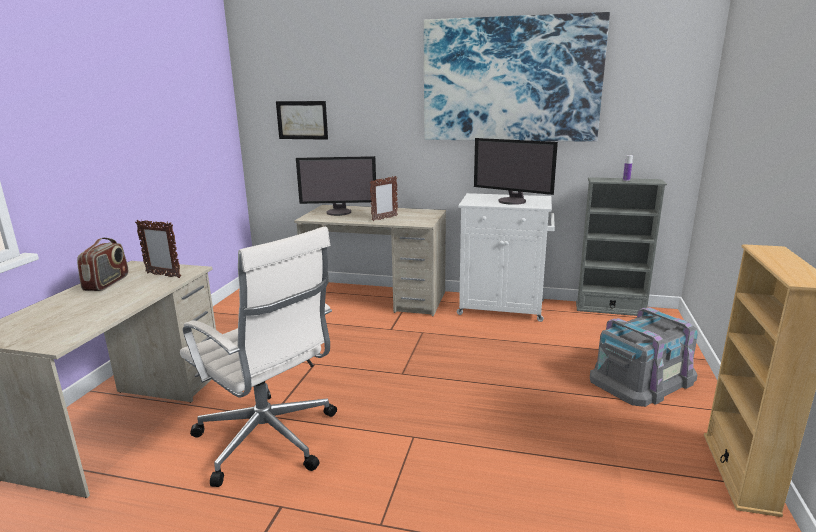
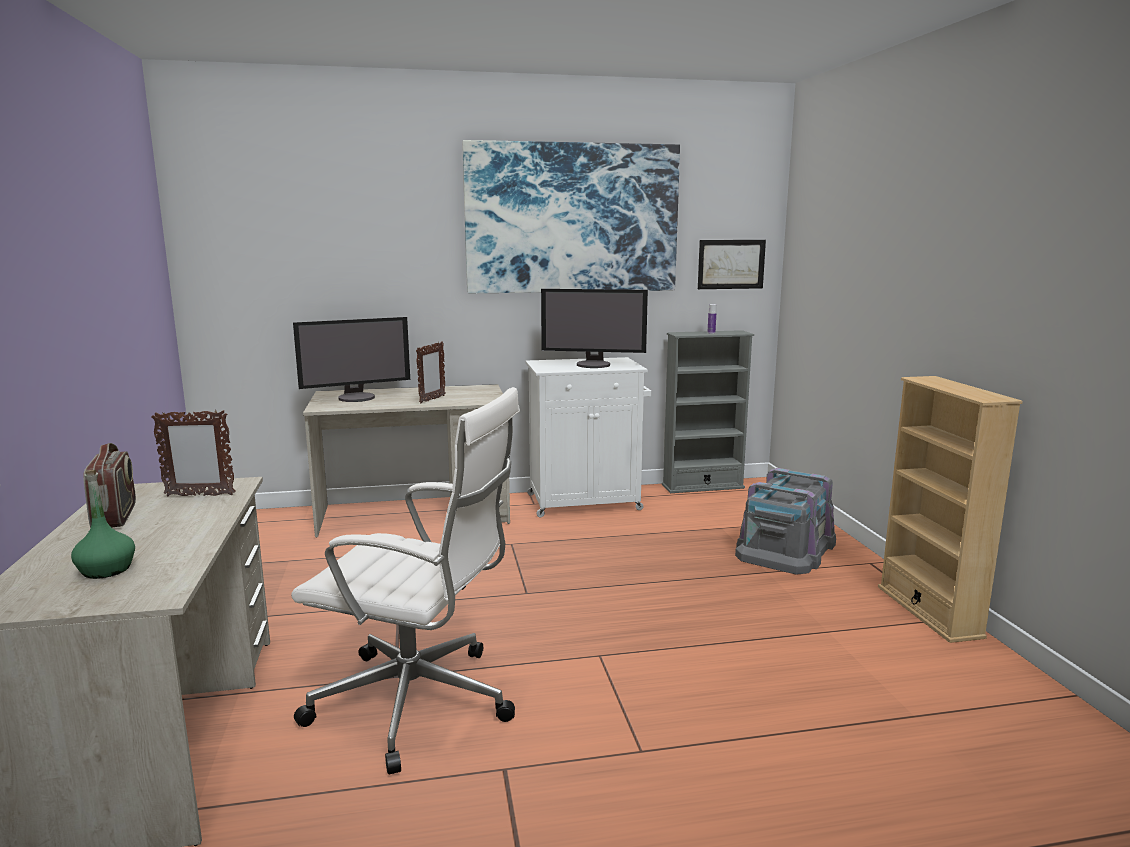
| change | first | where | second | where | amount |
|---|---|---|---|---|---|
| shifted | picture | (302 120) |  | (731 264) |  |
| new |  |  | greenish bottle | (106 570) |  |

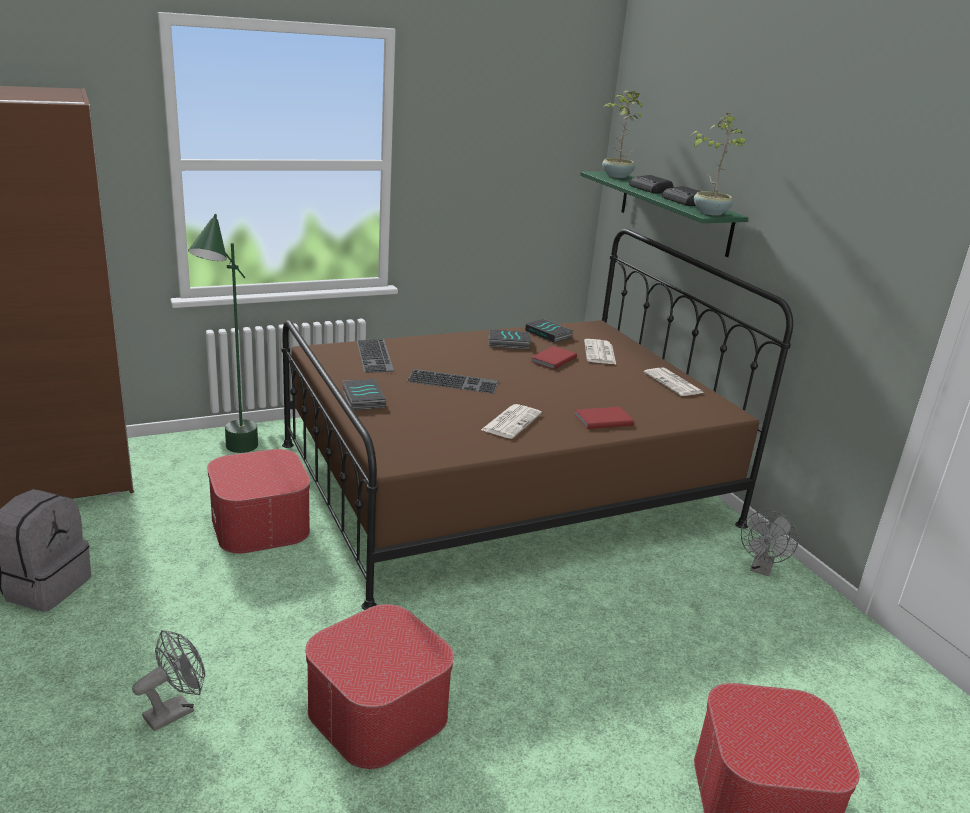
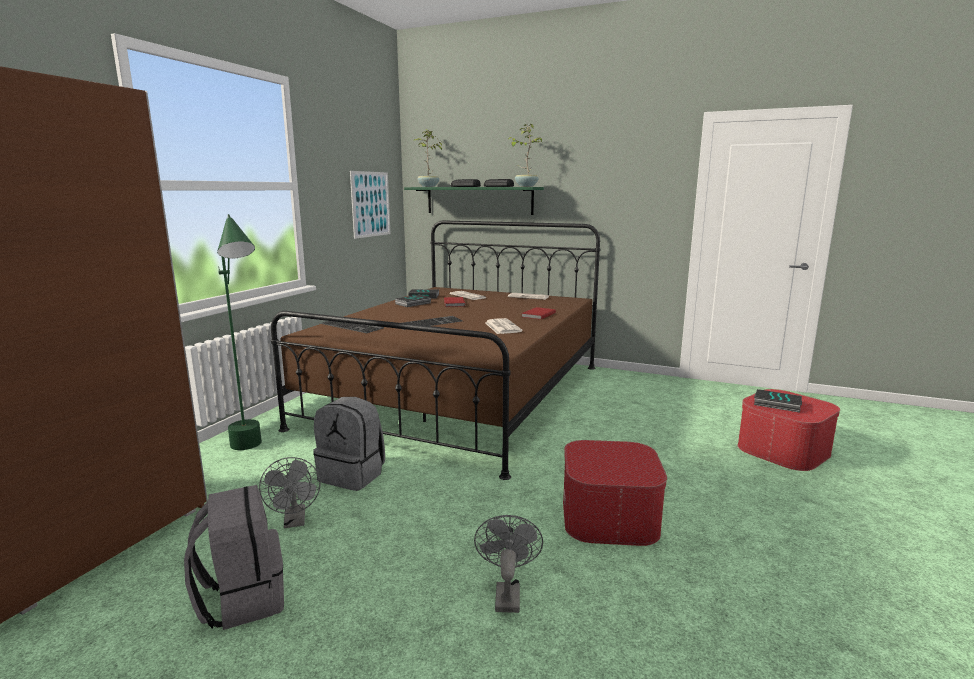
| change | first | where | second | where | amount |
|---|---|---|---|---|---|
| shifted | bound book | (362 398) |  | (776 404) |  |
| swapped | ottoman | (260 524) | greyish rucksack | (353 475) |  |
| shifted | greyish cooling fan | (761 569) |  | (295 521) |  |
| new |  |  | picture | (371 204) |  |

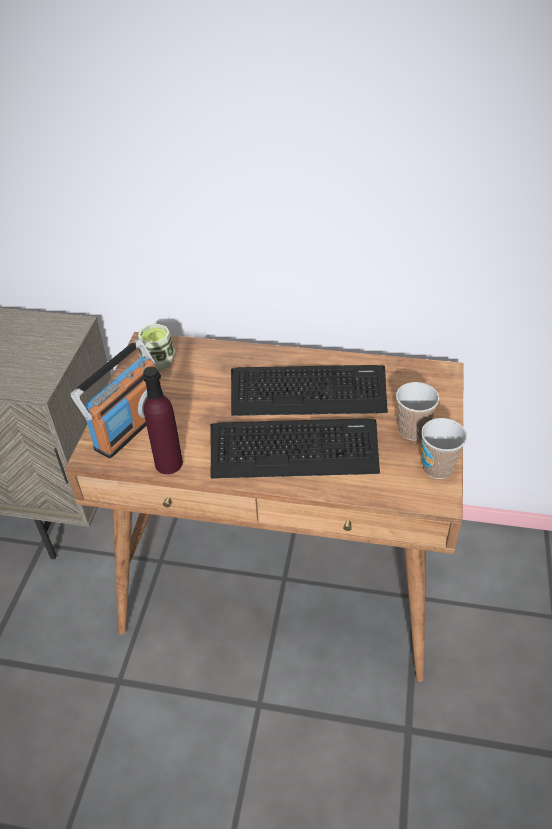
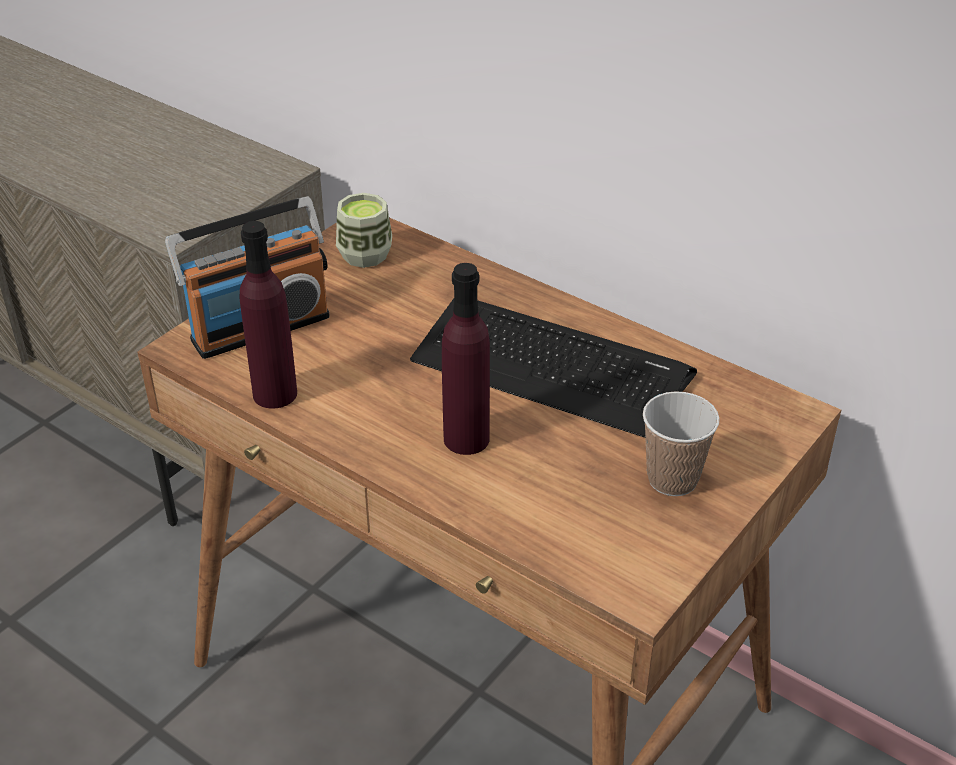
| change | first | where | second | where | amount |
|---|---|---|---|---|---|
| swapped | computer keyboard | (294 449) | purplish bottle | (466 439) |  |
| gone | drinking cup | (437 468) |  |  |  |

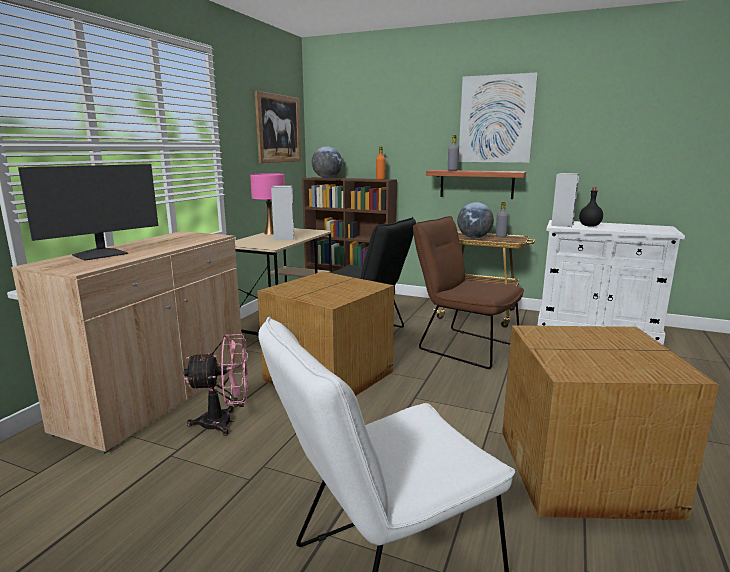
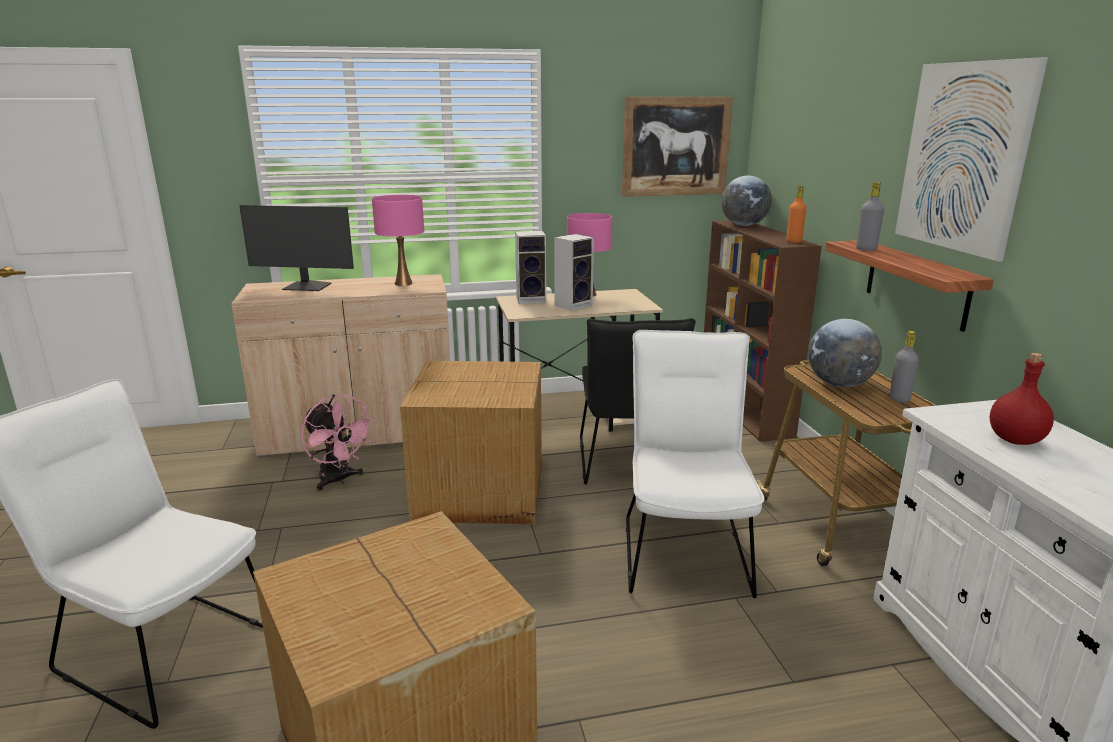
| change | first | where | second | where | amount |
|---|---|---|---|---|---|
| shifted | loudspeaker | (562 224) |  | (532 299) |  |
| repainted | black bottle | (589 226) | reddish bottle | (1015 440) |  |
| repainted | brownish upright chair | (462 346) | whitish upright chair | (684 549) |  |
| new |  |  | pink-coloured tabletop lamp | (403 283) |  |

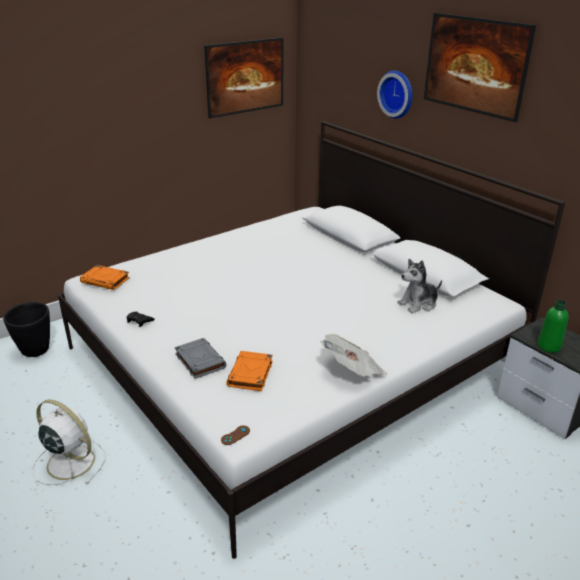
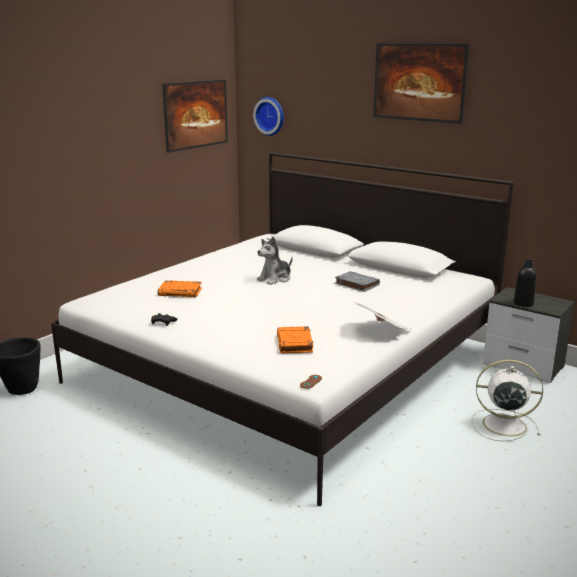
| change | first | where | second | where | amount |
|---|---|---|---|---|---|
| shifted | wall clock | (397 94) |  | (270 116) |  |
| shifted | cuddly toy | (418 304) |  | (275 279) |  |
| shifted | orangey bound book | (106 280) |  | (180 292) |  |
| repainted | greenish bottle | (549 346) | black bottle | (523 303) |  |
| shifted | greyish bound book | (199 361) |  | (356 284) |  |
| shifted | whitish cooling fan | (69 461) |  | (502 425) |  |

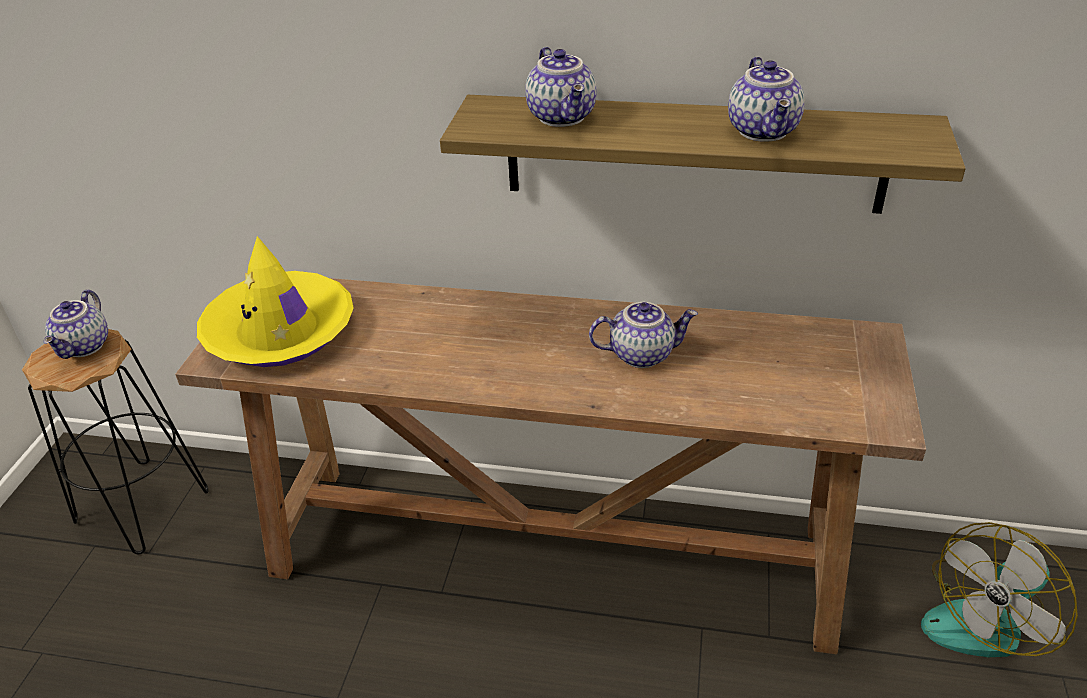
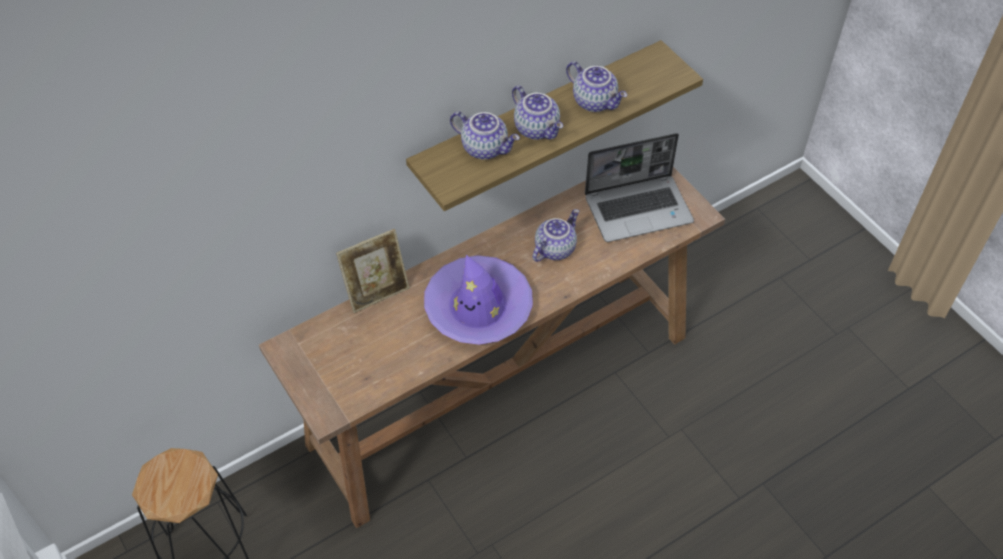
| change | first | where | second | where | amount |
|---|---|---|---|---|---|
| gone | yellowish clothing hat | (280 332) |  |  |  |
| shifted | teapot | (85 347) |  | (537 128) |  |
| gone | cooling fan | (985 618) |  |  |  |
| new |  |  | laptop | (639 208) |  |
| new |  |  | standing frame | (377 292) |  |
| new |  |  | purplish clothing hat | (478 307) |  |

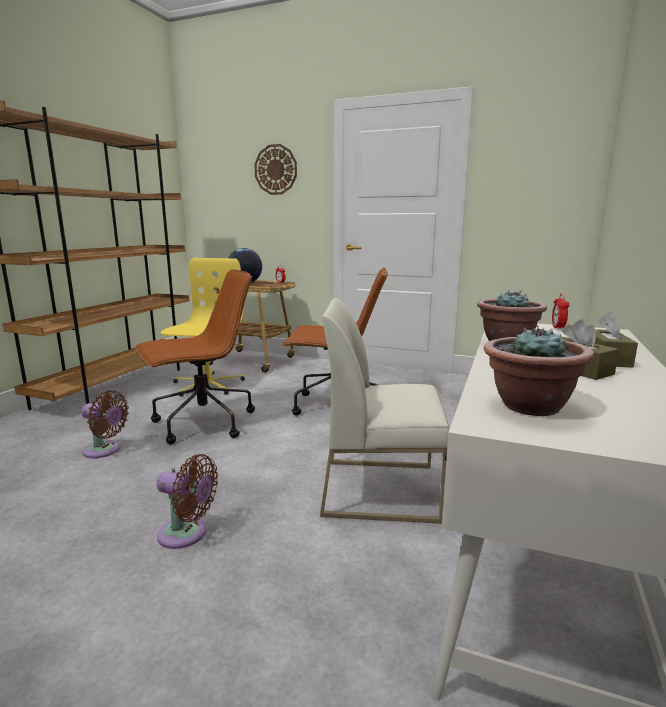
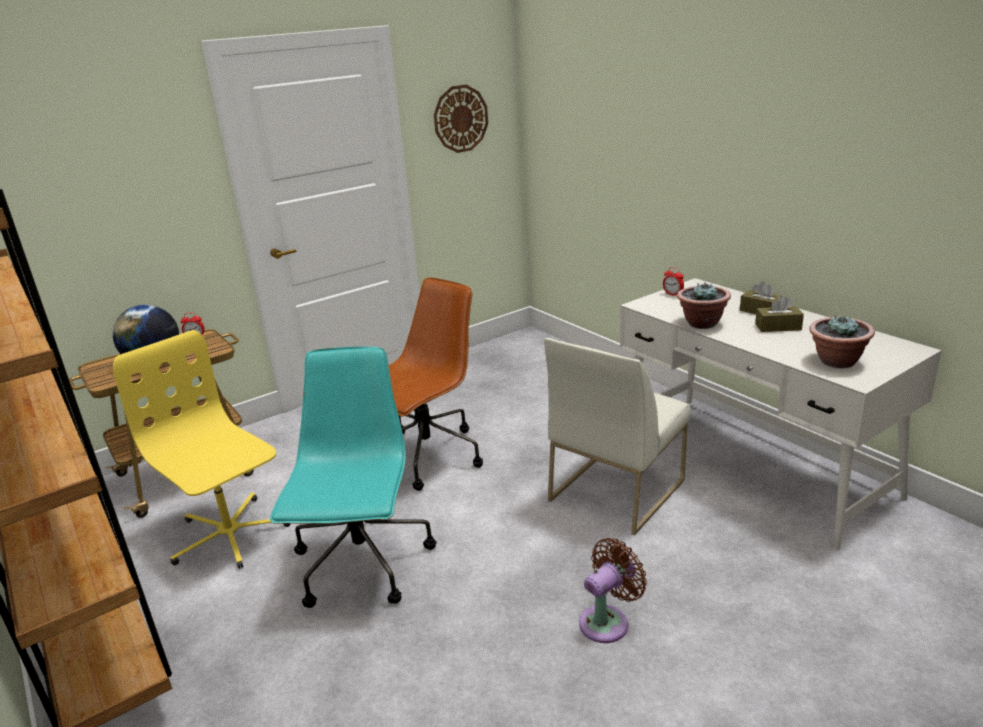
| change | first | where | second | where | amount |
|---|---|---|---|---|---|
| shifted | wall clock | (275 169) |  | (460 119) |  |
| repainted | brownish desk chair | (202 423) | turquoise-coloured desk chair | (363 565) |  |
| gone | brownish cooling fan | (105 450) |  |  |  |

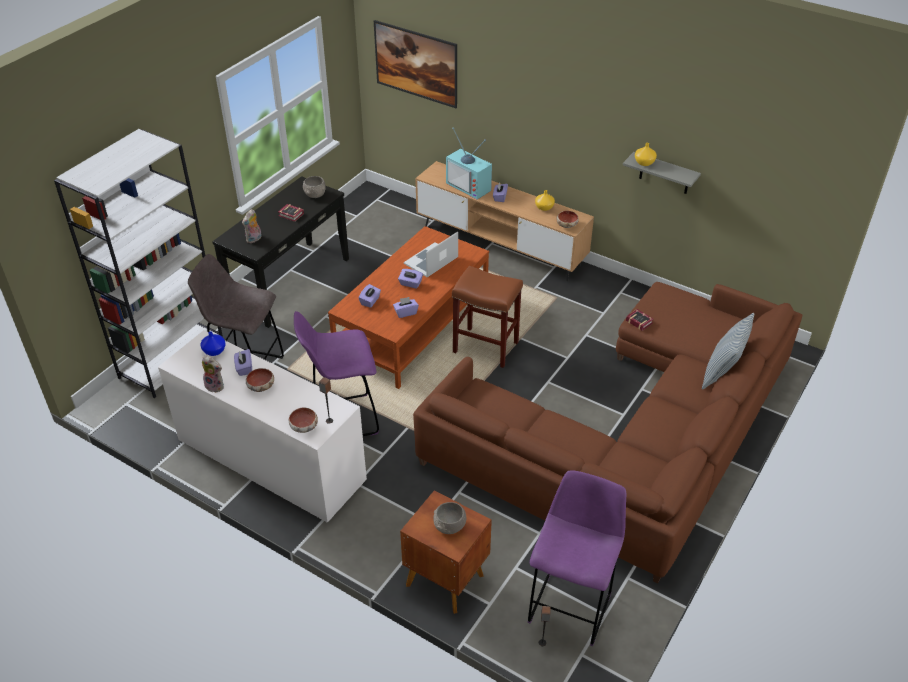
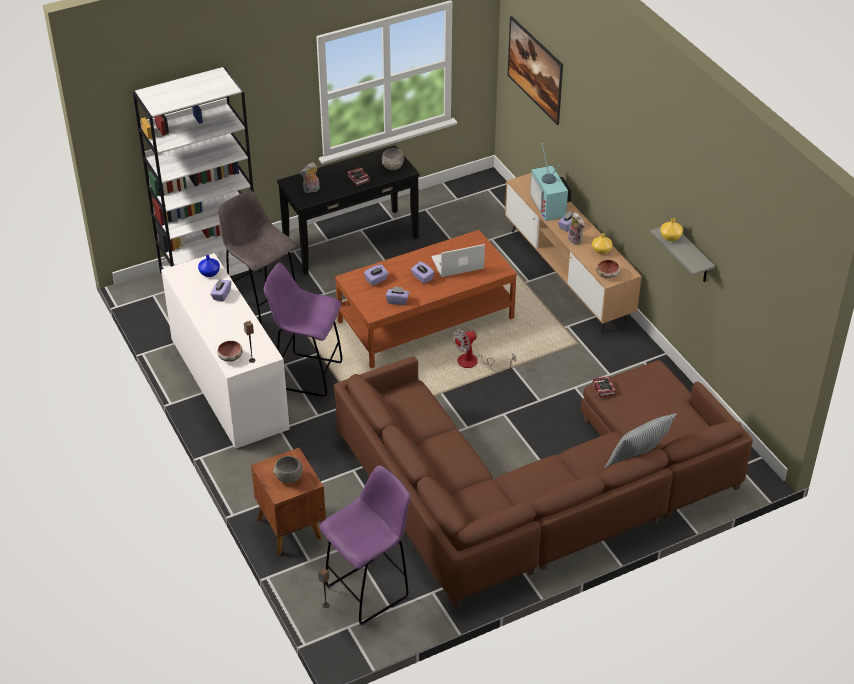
| change | first | where | second | where | amount |
|---|---|---|---|---|---|
| swapped | brownish sitting stool | (486 347) | cooling fan | (475 363) |  |
| shifted | cuddly toy | (216 386) |  | (576 240) |  |
| gone | serving bowl | (261 387) |  |  |  |

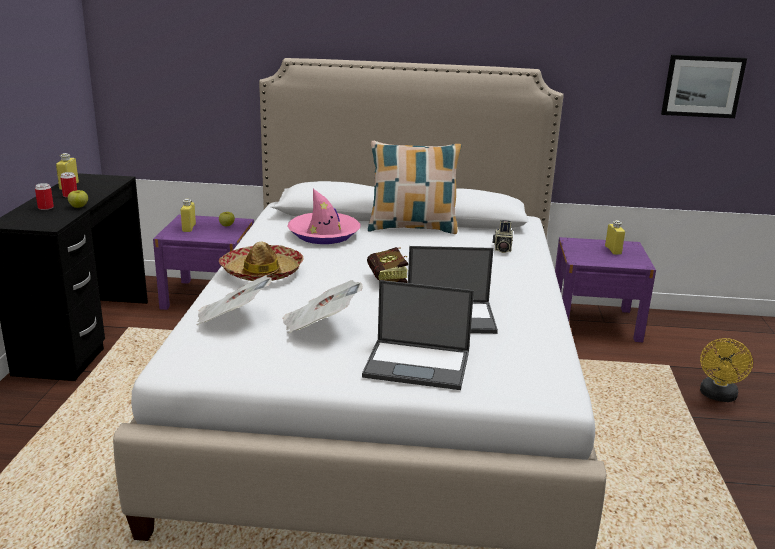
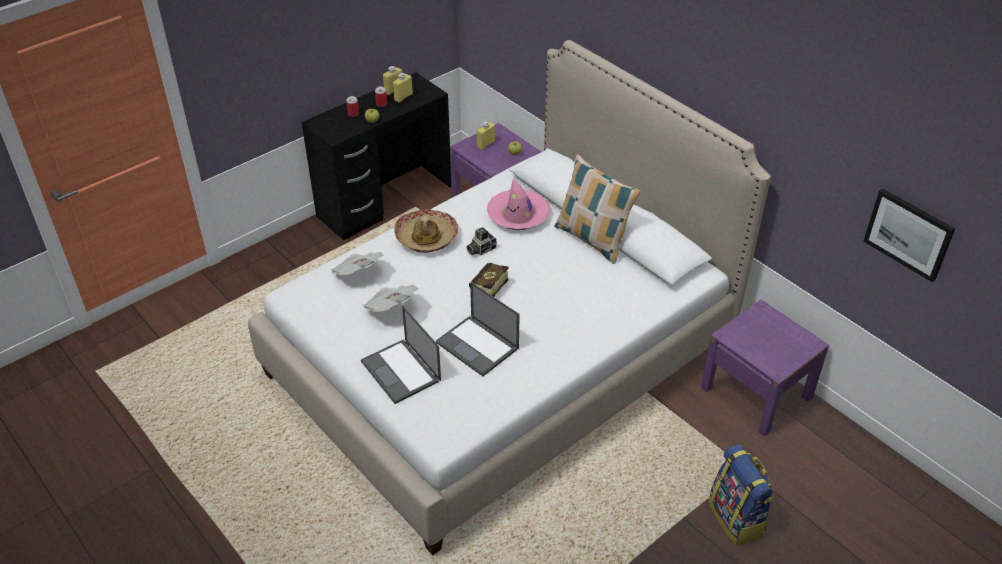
| change | first | where | second | where | amount |
|---|---|---|---|---|---|
| shifted | still camera | (502 248) |  | (480 249) |  |
| shifted | yellowish bottle | (613 250) |  | (403 97) |  |
| swapped | yellowish cooling fan | (718 396) | rucksack | (737 519) |  |

